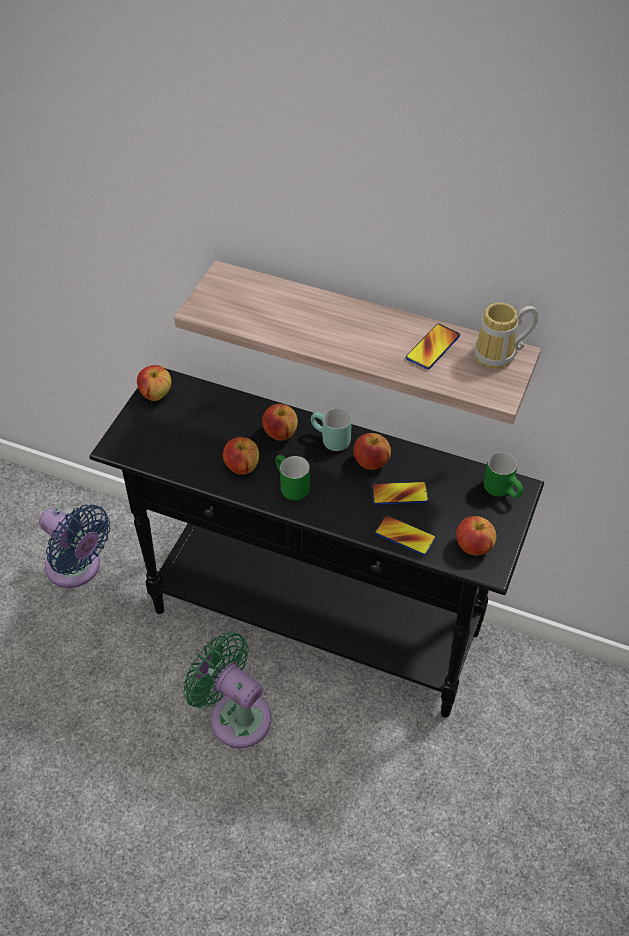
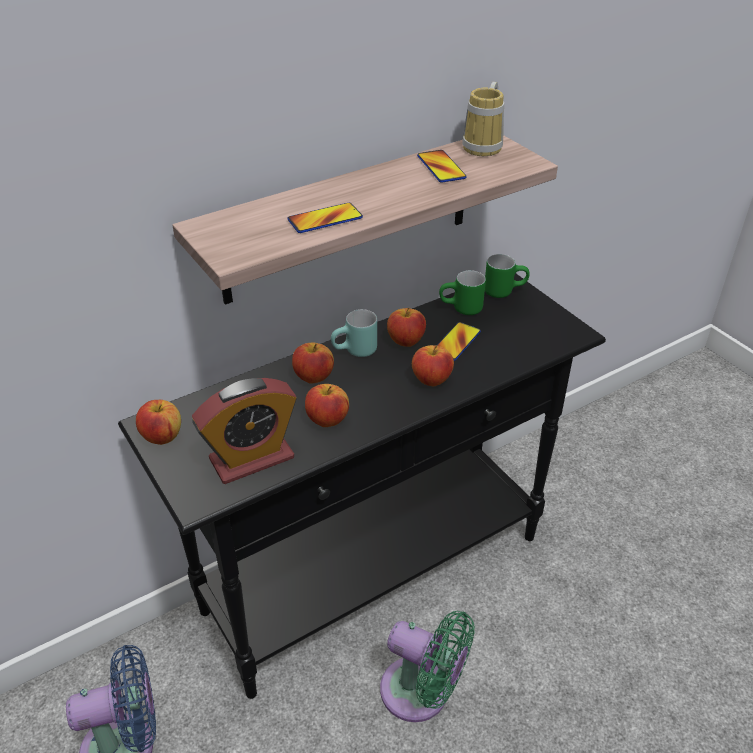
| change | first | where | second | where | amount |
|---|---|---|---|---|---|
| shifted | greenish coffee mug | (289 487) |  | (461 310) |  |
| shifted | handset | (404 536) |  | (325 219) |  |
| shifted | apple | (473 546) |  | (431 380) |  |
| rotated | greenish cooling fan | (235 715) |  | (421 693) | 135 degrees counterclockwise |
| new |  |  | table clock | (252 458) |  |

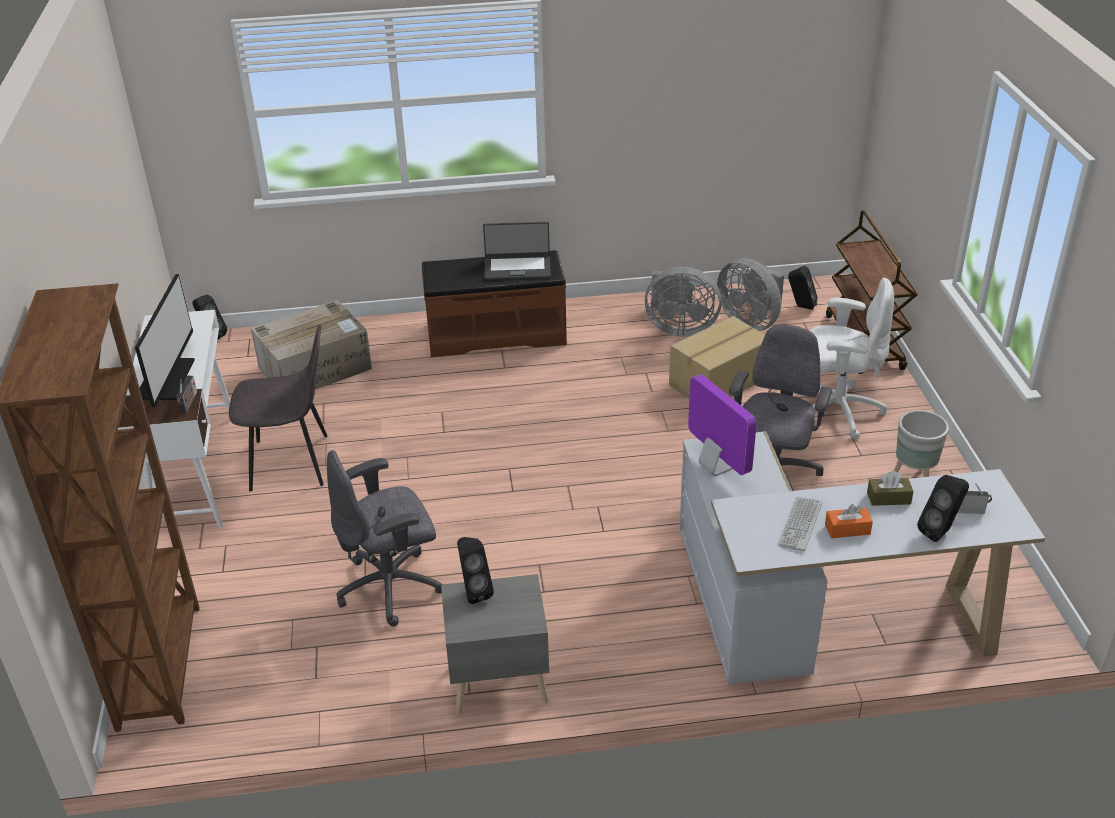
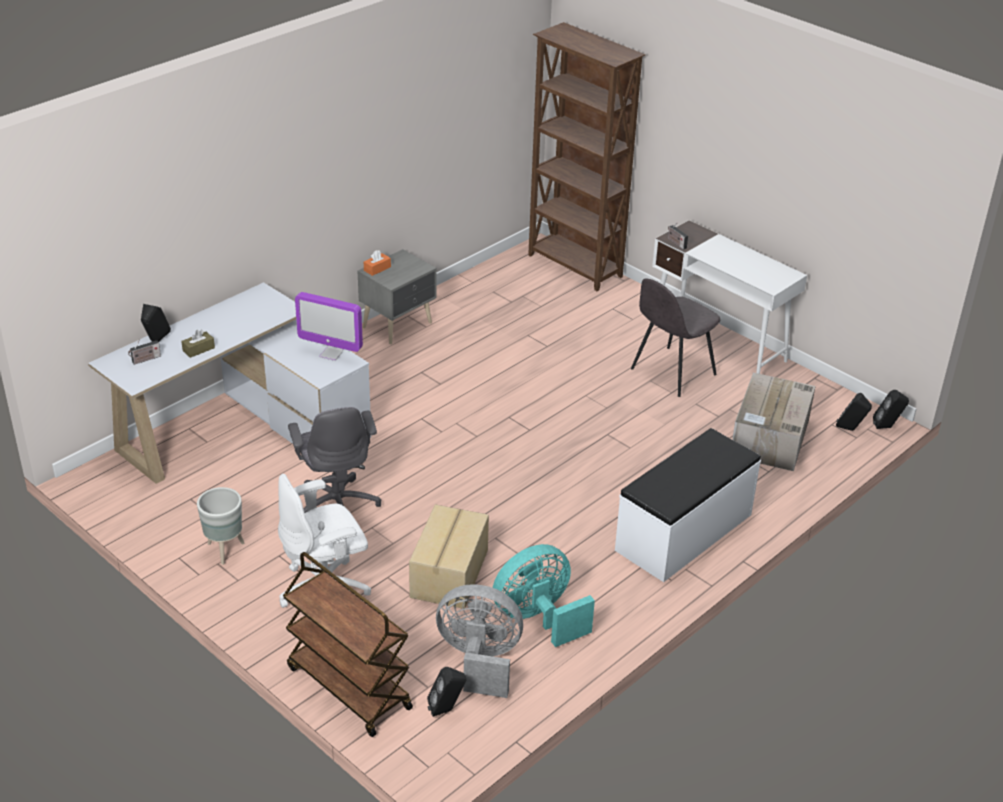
| change | first | where | second | where | amount |
|---|---|---|---|---|---|
| gone | laptop | (517 268) |  |  |  |
| repainted | brownish bench | (496 334) | whitish bench | (685 533) |  |
| repainted | greyish cooling fan | (679 328) | turquoise-coloured cooling fan | (538 618) |  |
| gone | computer screen | (166 379) |  |  |  |
| gone | greyish desk chair | (391 587) |  |  |  |
| gone | computer keyboard | (800 524) |  |  |  |
| shifted | orangey tissue box | (847 529) |  | (377 269) |  |
| shifted | black loudspeaker | (473 591) |  | (850 429) |  |

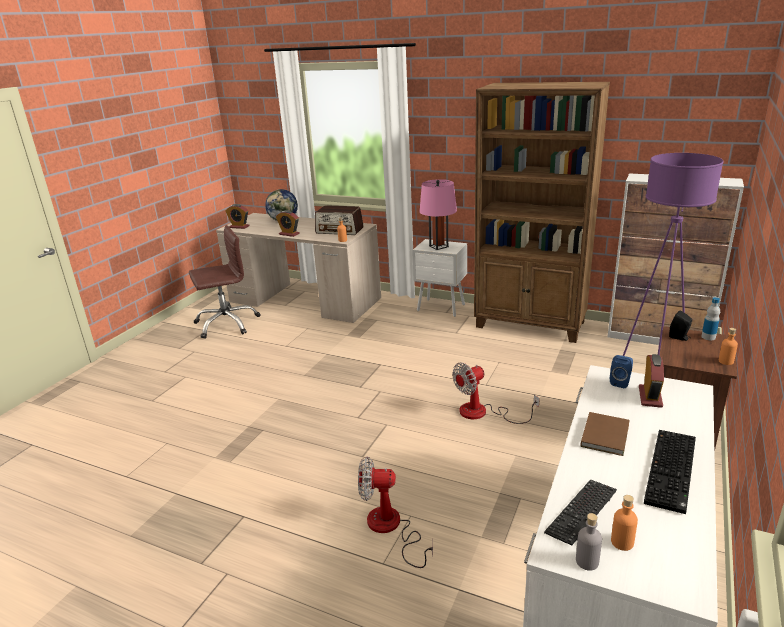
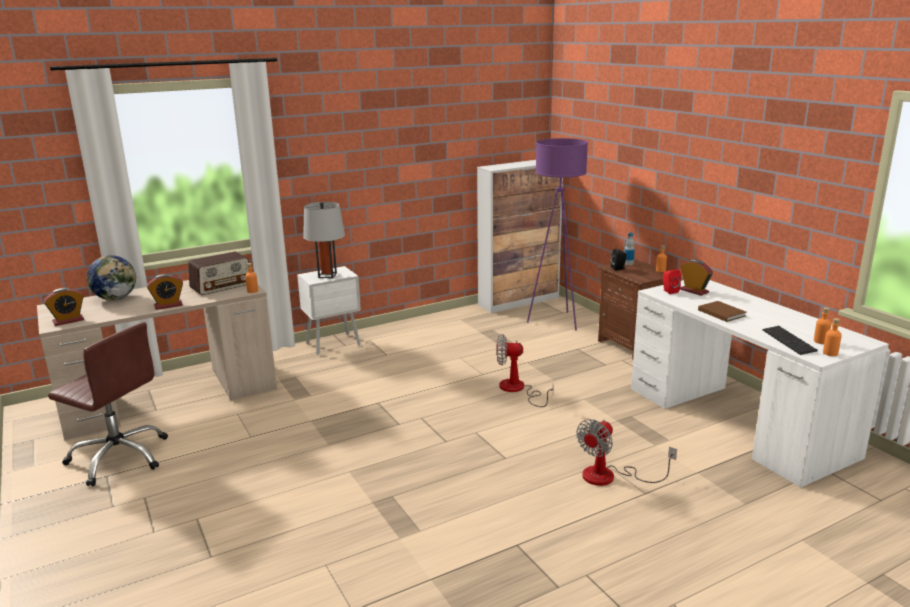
| change | first | where | second | where | amount |
|---|---|---|---|---|---|
| gone | brownish bookcase | (530 325) |  |  |  |
| repainted | pink-coloured tabletop lamp | (438 246) | greyish tabletop lamp | (327 275) |  |
| rotated | brownish desk chair | (226 323) |  | (119 457) | 105 degrees clockwise |
| repainted | blue loudspeaker | (620 382) | reddish loudspeaker | (669 291) |  |
| rotated | cooling fan | (483 413) |  | (518 390) | 90 degrees clockwise |
| gone | computer keyboard | (672 472) |  |  |  |
| repainted | greyish bottle | (587 561) | orangey bottle | (830 353) |  |

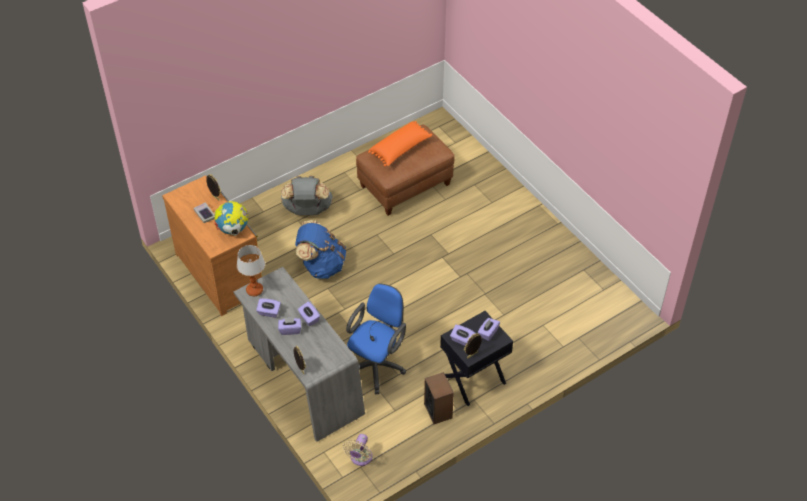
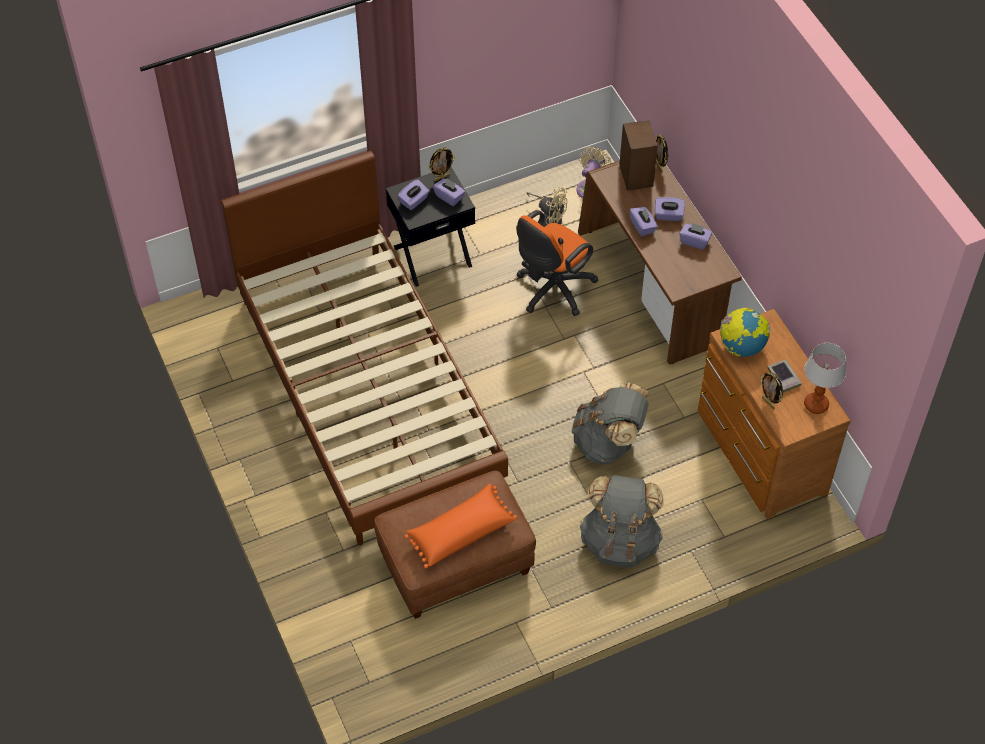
| change | first | where | second | where | amount |
|---|---|---|---|---|---|
| repainted | blue rucksack | (321 265) | greyish rucksack | (608 442) |  |
| shifted | tabletop lamp | (254 290) |  | (815 405) |  |
| repainted | greyish desk table | (302 377) | brownish desk table | (651 288) |  |
| repainted | blue desk chair | (377 365) | orangey desk chair | (552 290) |  |
| shifted | loudspeaker | (438 411) |  | (635 176) |  |
| new |  |  | brownish bed | (368 391) |  |
| new |  |  | sand-coloured cooling fan | (549 218) |  |

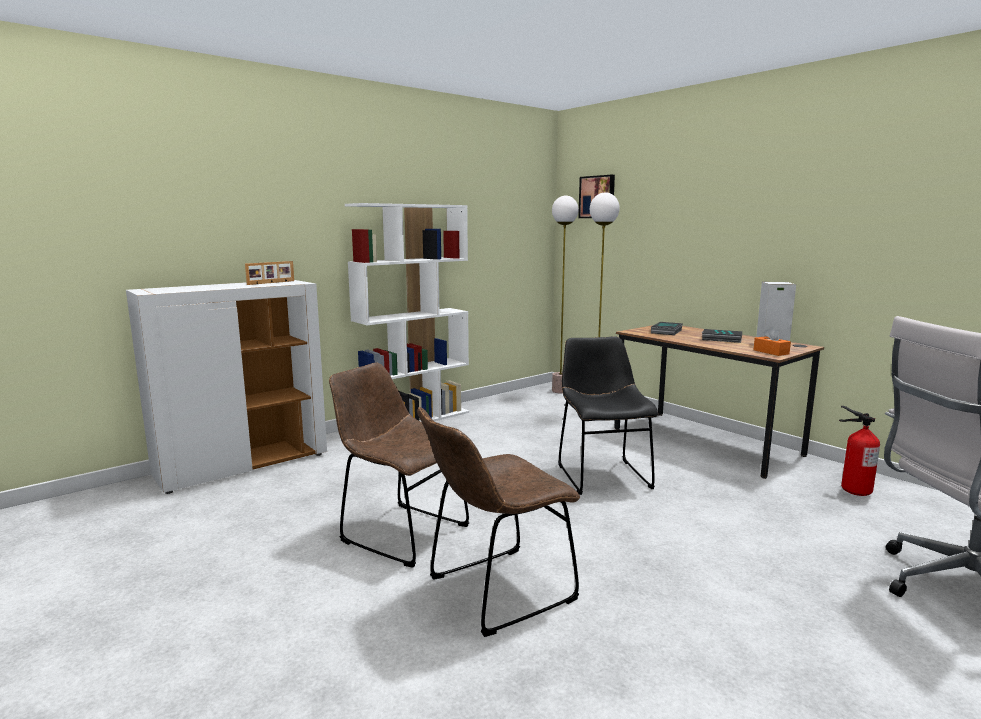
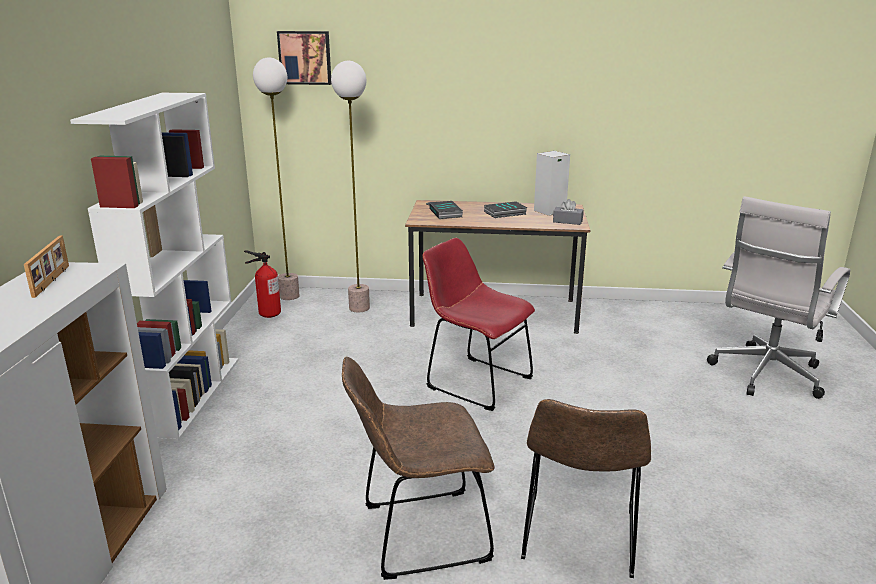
| change | first | where | second | where | amount |
|---|---|---|---|---|---|
| repainted | orangey tissue box | (771 352) | greyish tissue box | (567 221) |  |
| repainted | black upright chair | (601 474) | reddish upright chair | (475 381) |  |
| shifted | extinguisher | (854 491) |  | (269 314) |  |

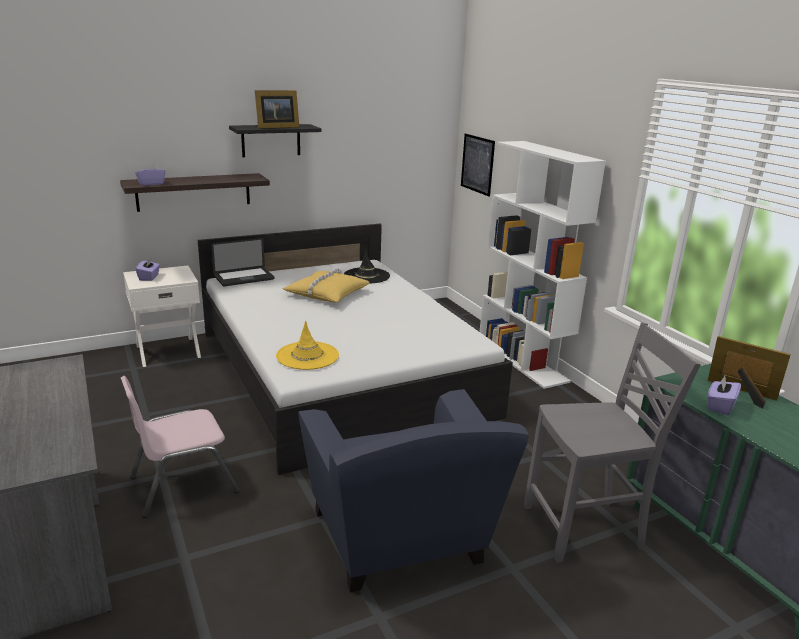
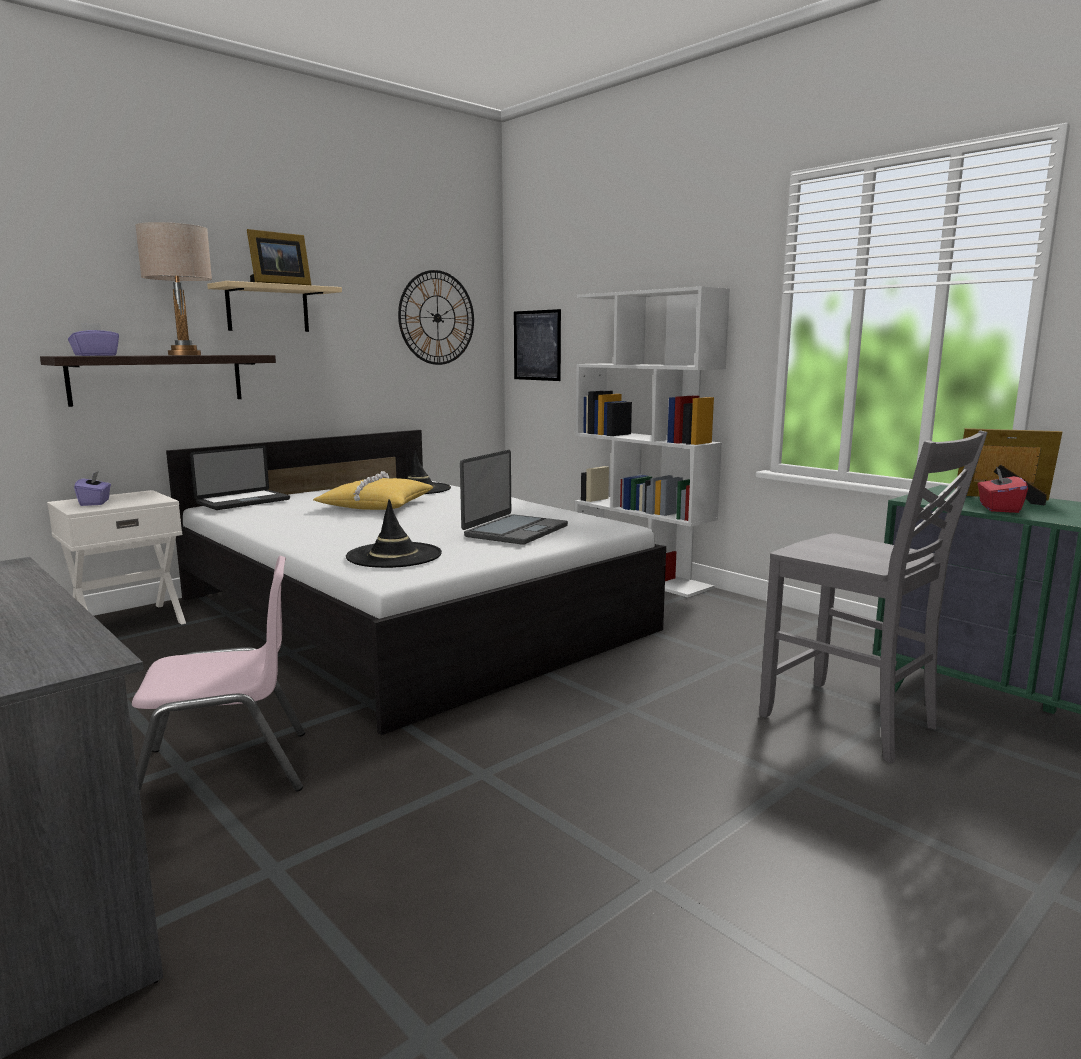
| change | first | where | second | where | amount |
|---|---|---|---|---|---|
| repainted | black bracket shelf | (271 140) | sand-coloured bracket shelf | (267 309) |  |
| repainted | yellowish clothing hat | (307 356) | black clothing hat | (394 556) |  |
| rotated | greyish upright chair | (585 529) |  | (851 722) | 75 degrees clockwise |
| repainted | purplish tissue box | (720 406) | reddish tissue box | (998 508) |  |
| rotated | pink-coloured upright chair | (183 484) |  | (225 771) | 150 degrees counterclockwise |
| gone | blue lounge chair | (402 541) |  |  |  |
| new |  |  | sand-coloured tabletop lamp | (184 355) |  |
| new |  |  | wall clock | (437 318) |  |
| new |  |  | laptop | (514 531) |  |

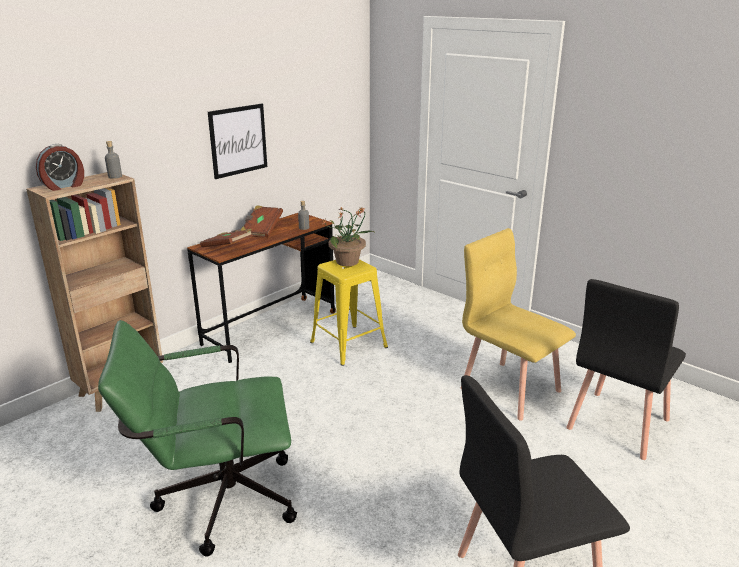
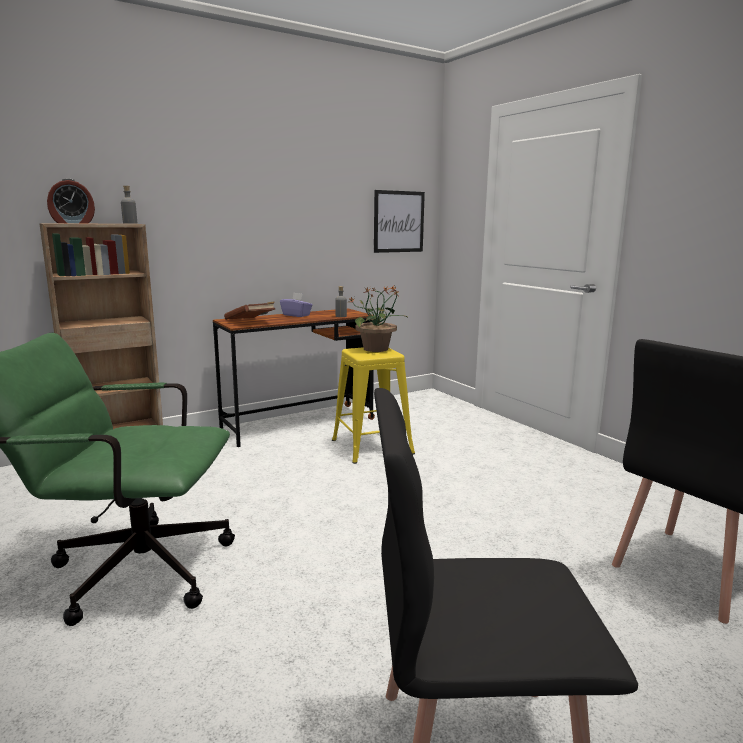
| change | first | where | second | where | amount |
|---|---|---|---|---|---|
| shifted | picture | (238 140) |  | (398 221) |  |
| swapped | brownish bound book | (261 230) | purplish tissue box | (296 315) |  |
| gone | yellowish upright chair | (510 389) |  |  |  |

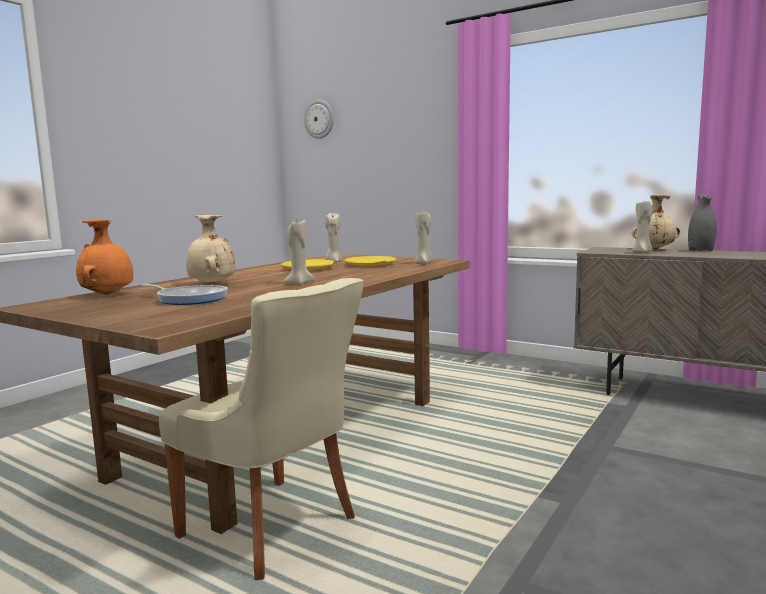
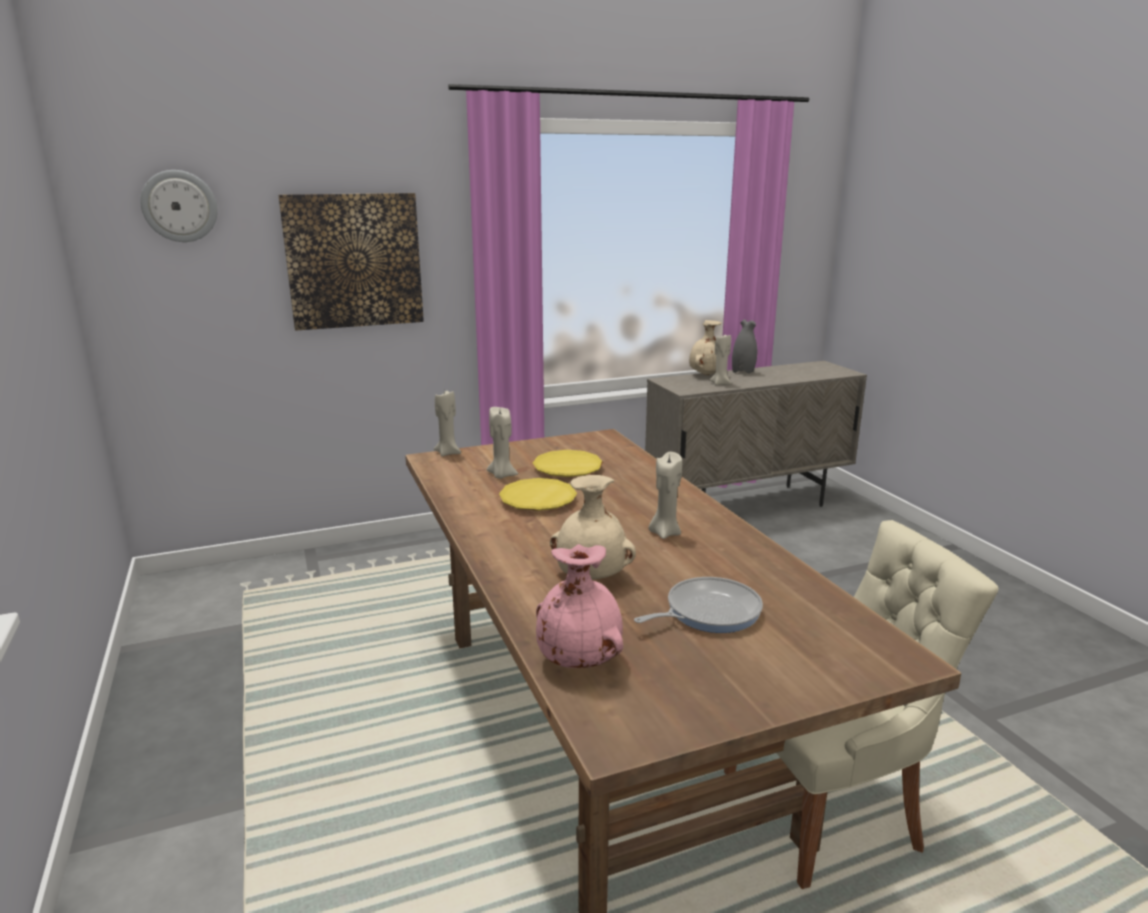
| change | first | where | second | where | amount |
|---|---|---|---|---|---|
| shifted | sand-coloured wax candle | (424 263) |  | (448 453) |  |
| repainted | orangey vase | (108 294) | pink-coloured vase | (580 660) |  |
| new |  |  | picture | (354 261) |  |

